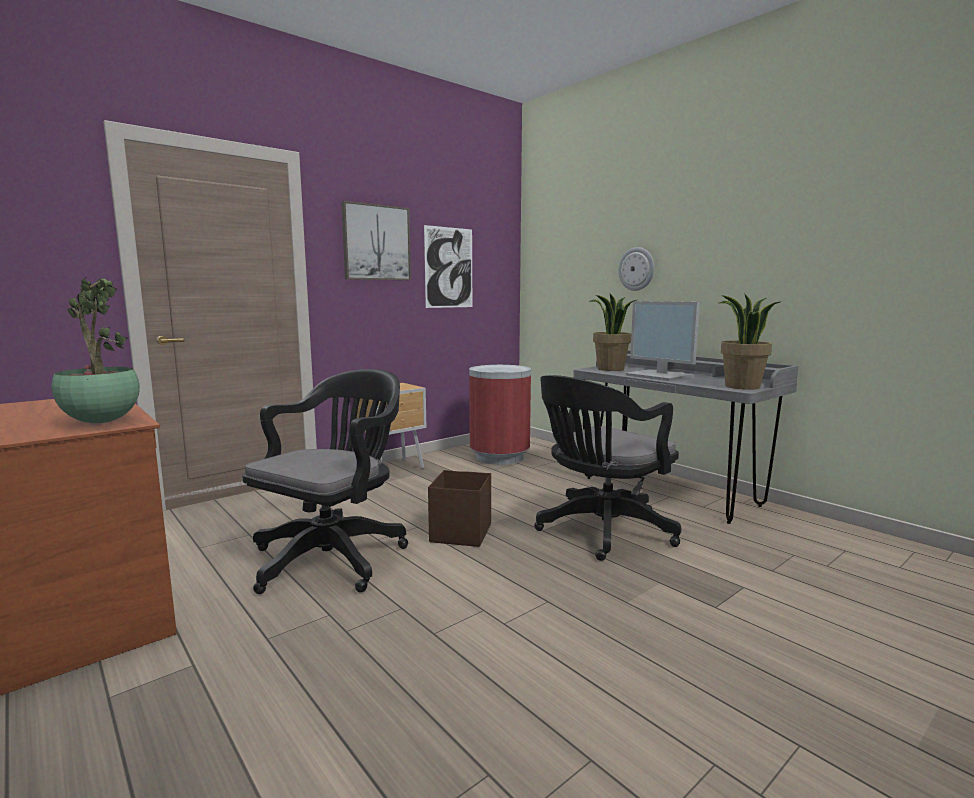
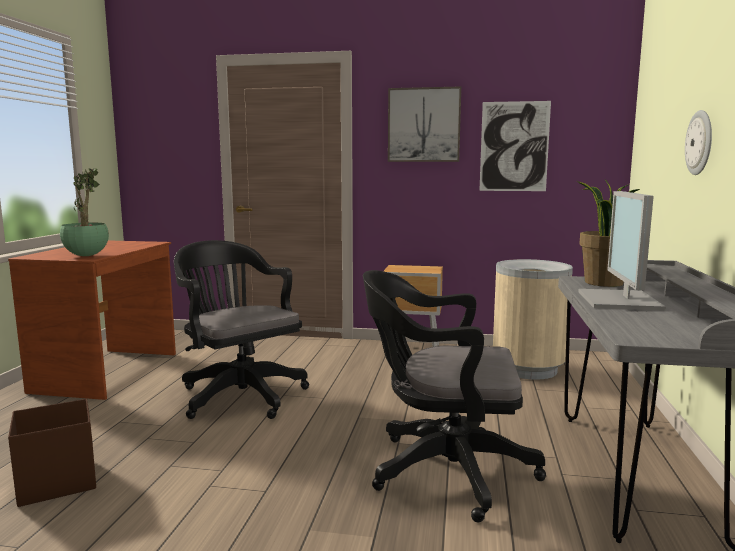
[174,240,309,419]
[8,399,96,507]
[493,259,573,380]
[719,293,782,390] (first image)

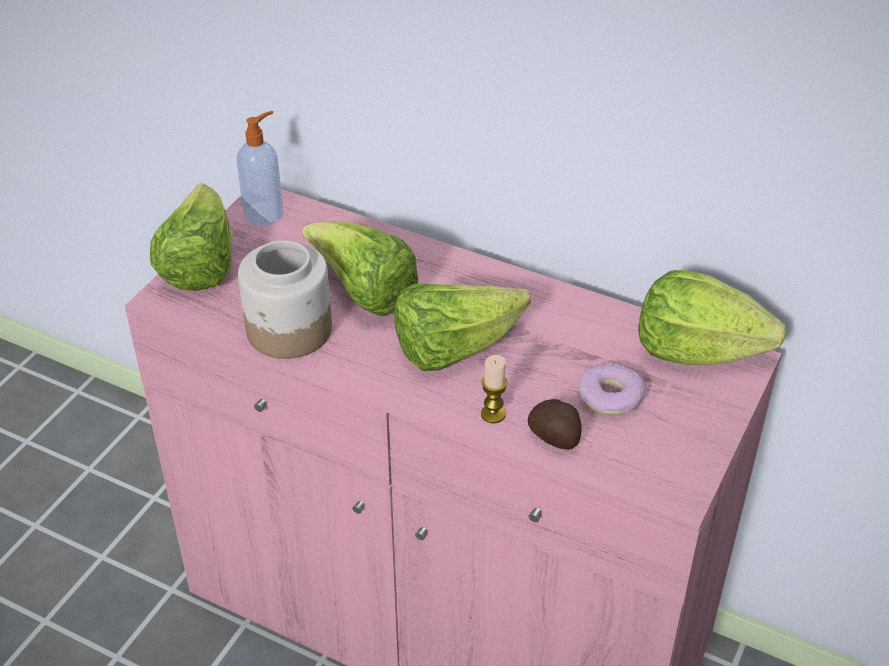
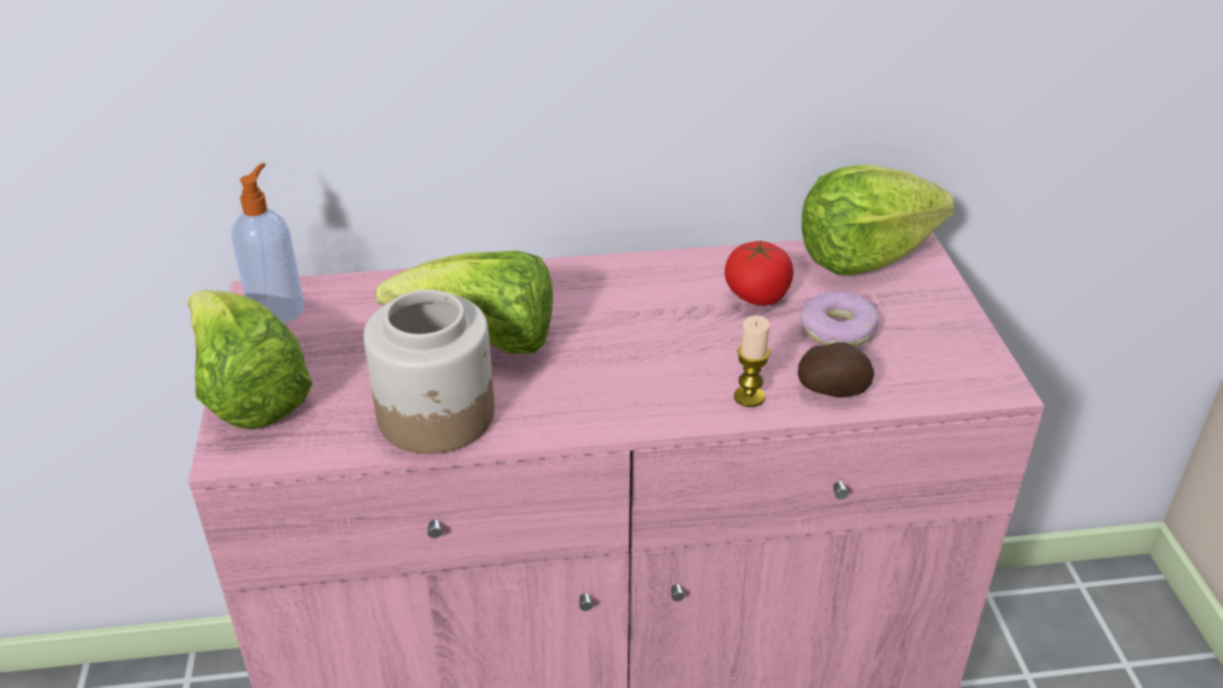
[394,284,531,371] (first image)
[725,240,794,306]

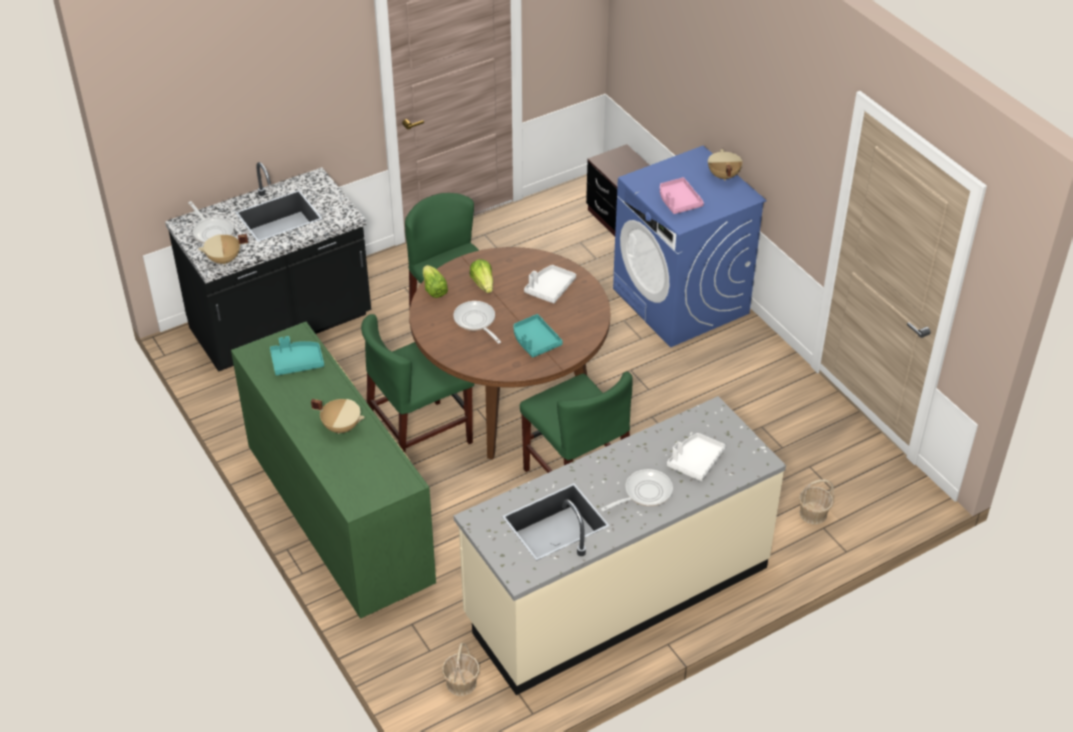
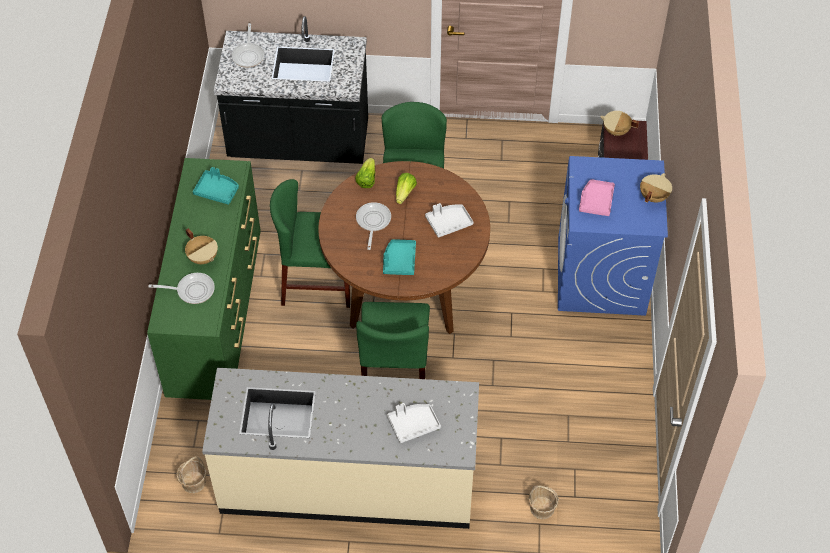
[600,111,639,136]
[148,273,215,304]

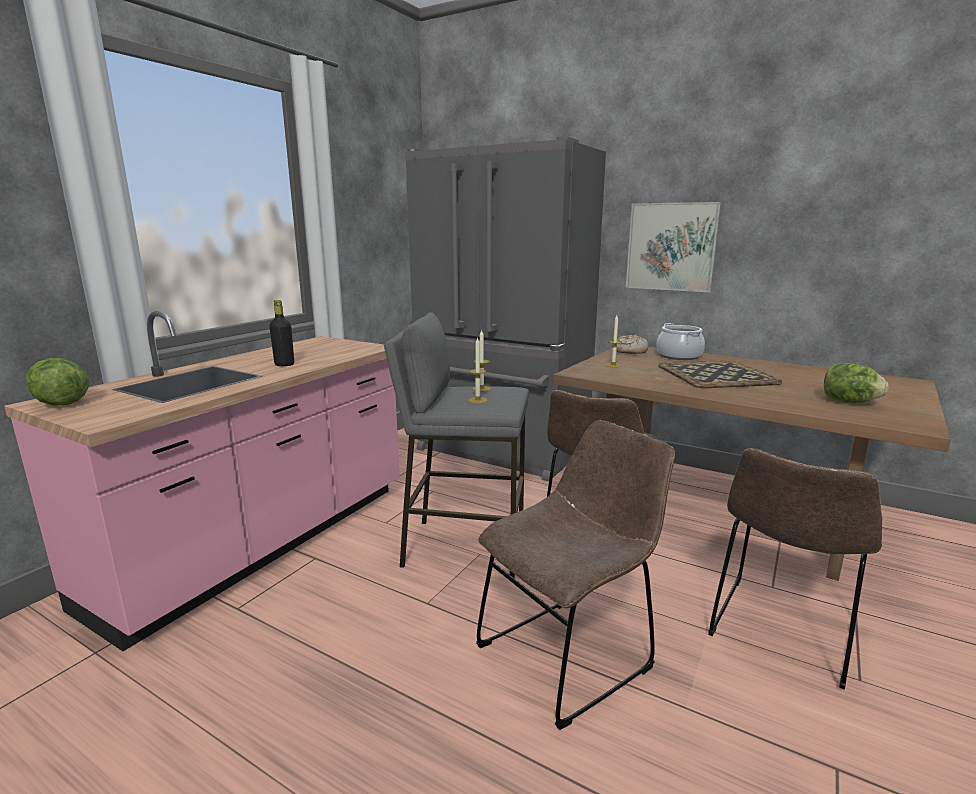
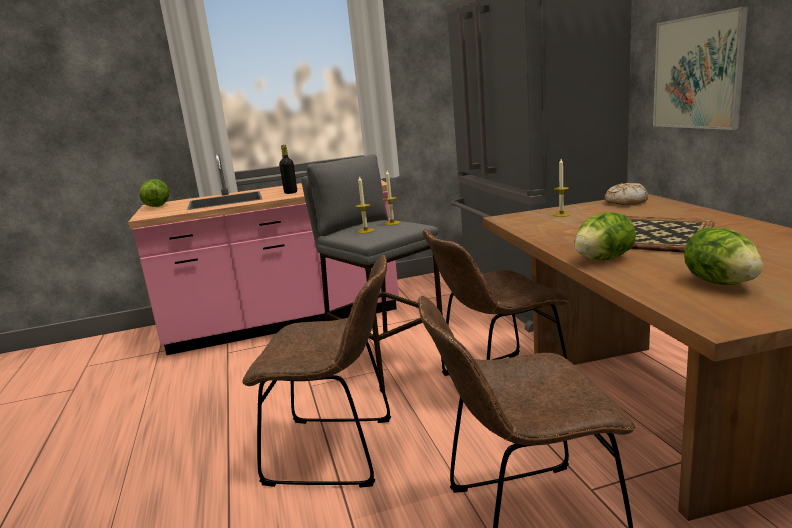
[656,323,705,360] (first image)
[574,212,636,260]

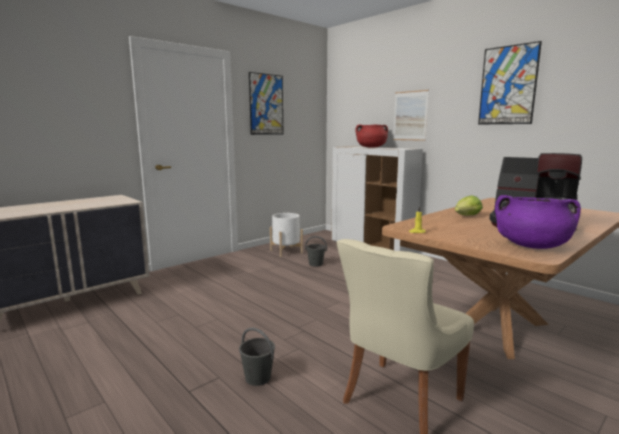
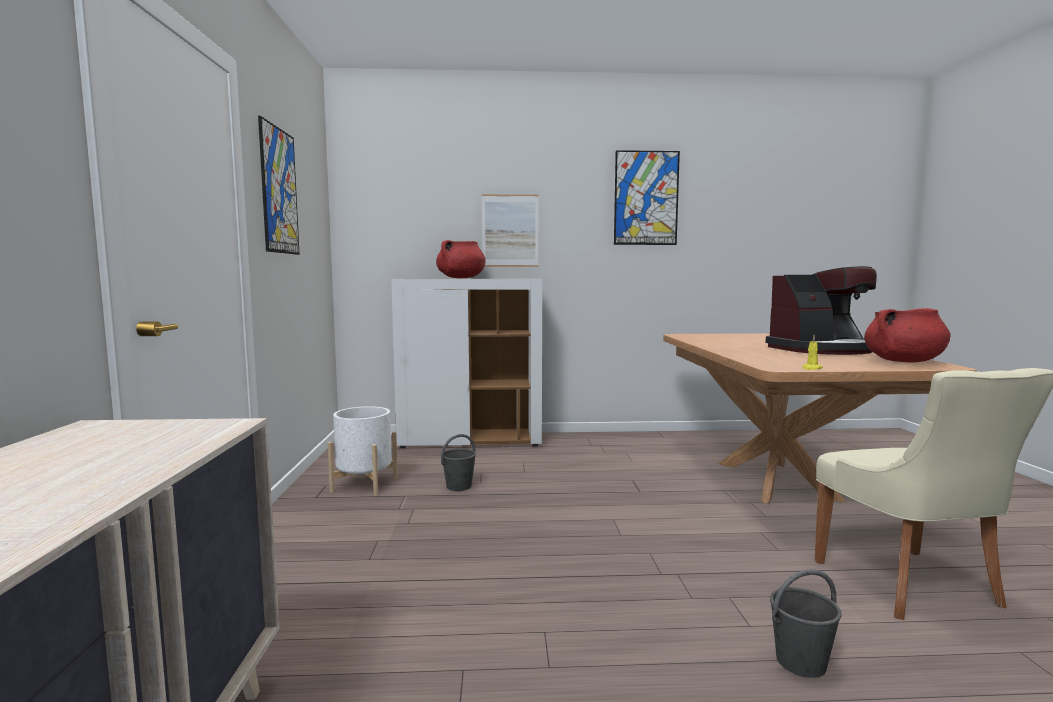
[454,195,483,216] (first image)
[864,308,950,362]

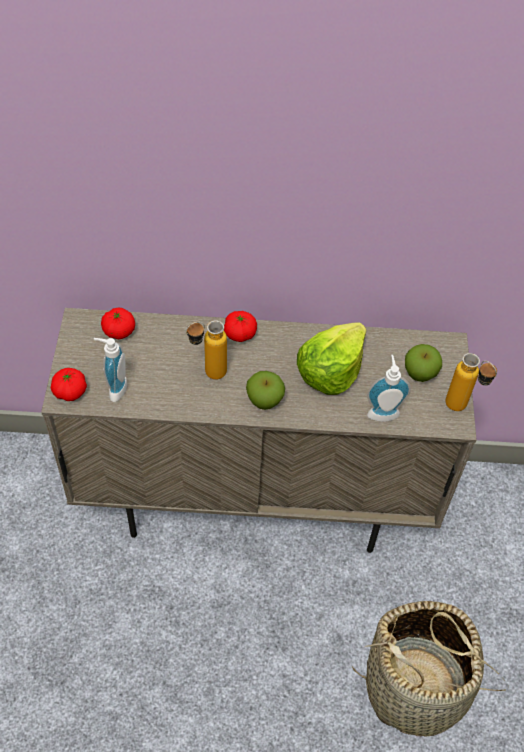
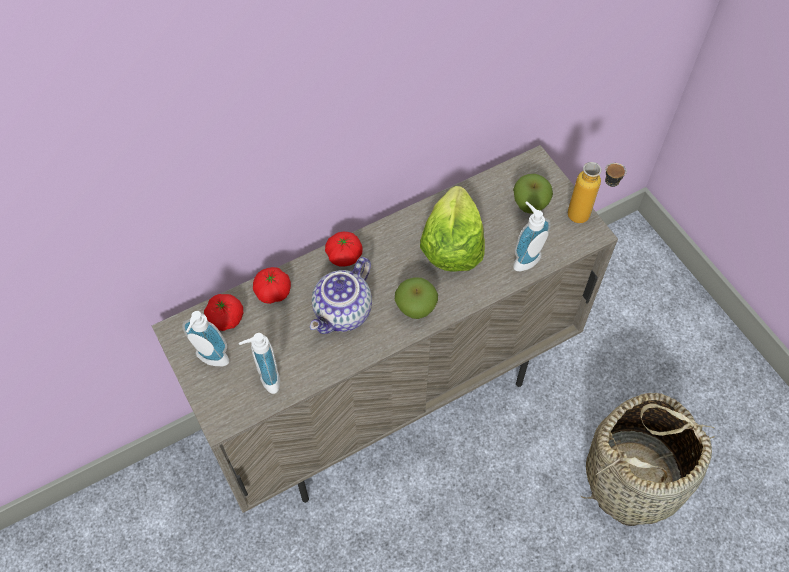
[253,267,291,304]
[310,257,372,334]
[182,311,229,366]

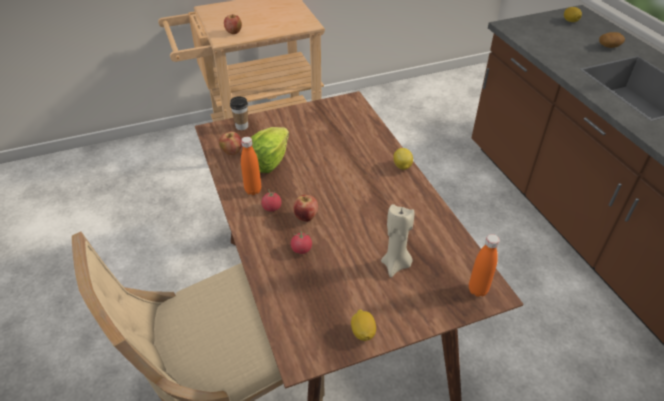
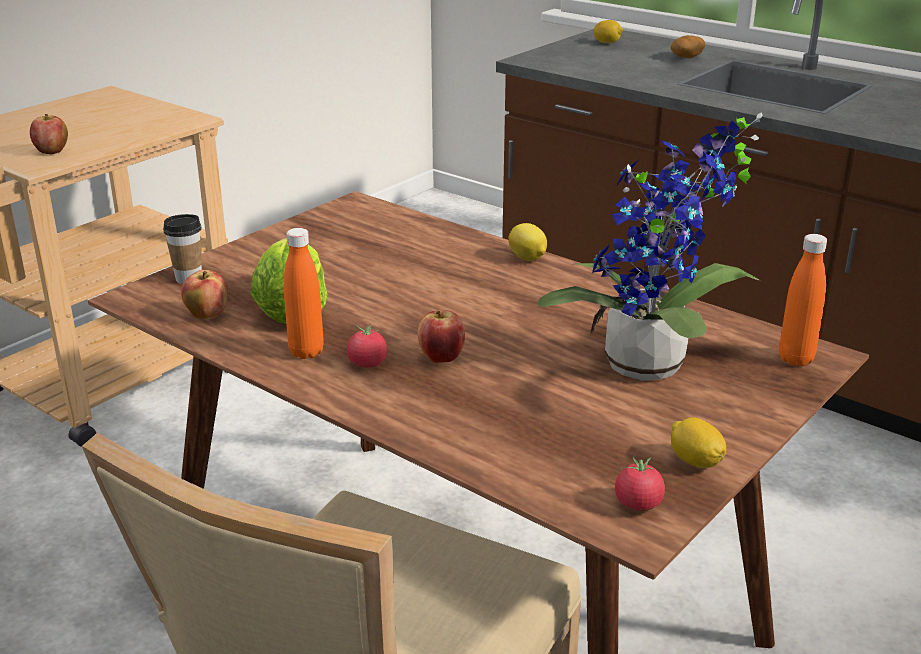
[615,456,665,511]
[538,112,763,381]

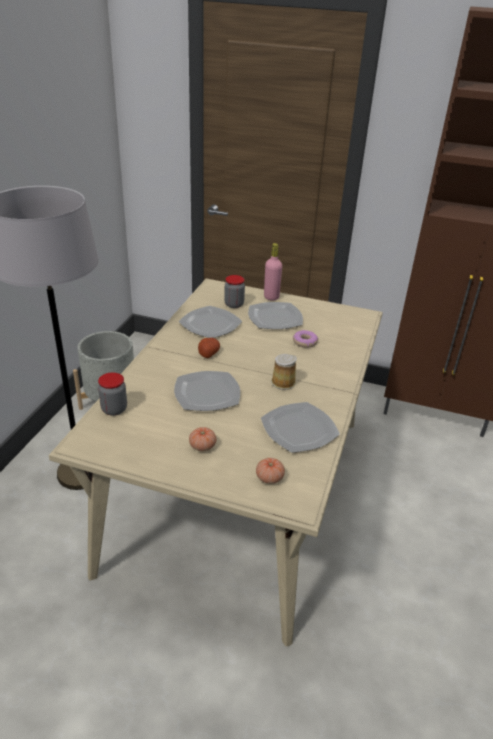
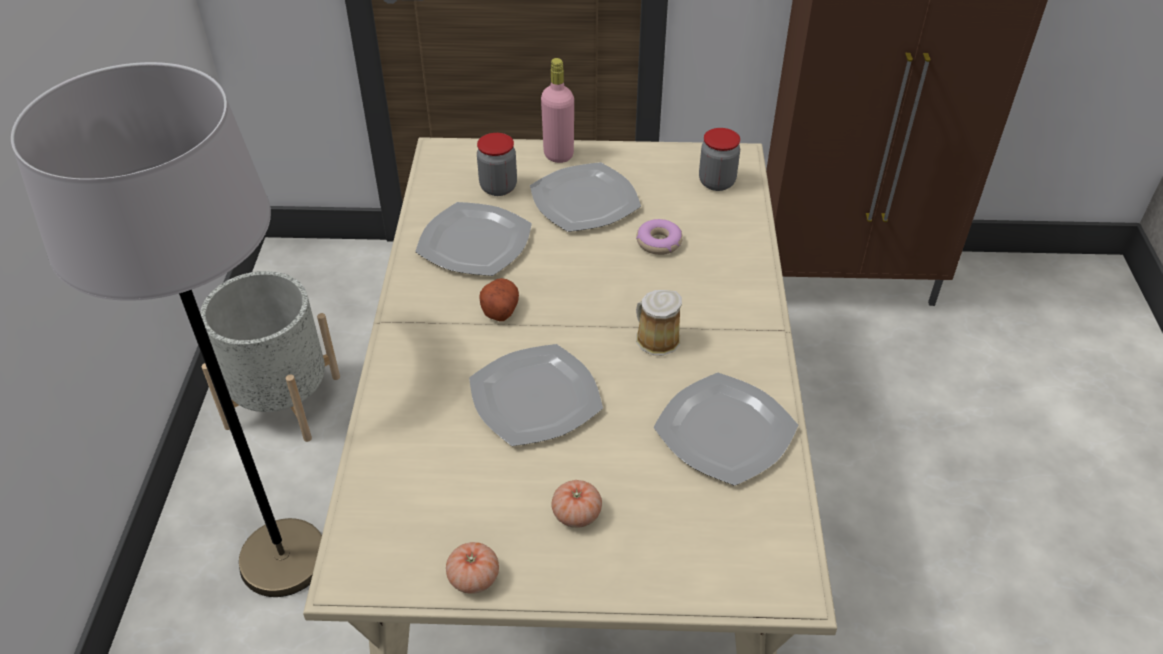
[699,128,740,191]
[446,542,499,594]

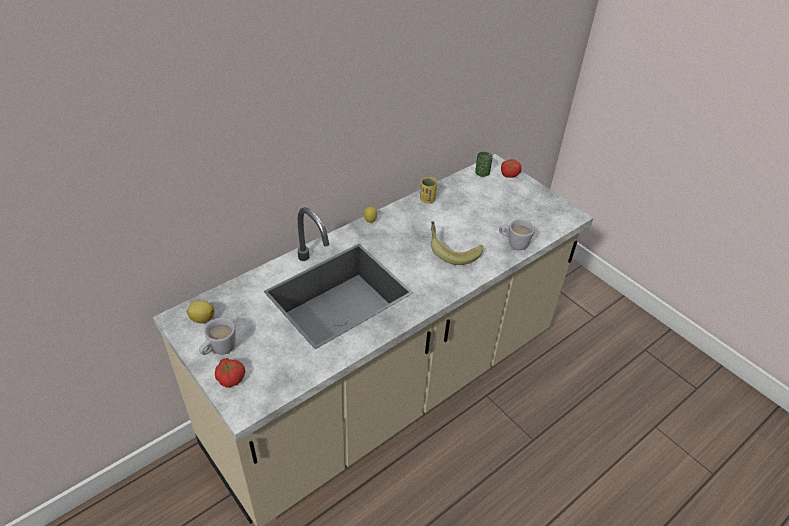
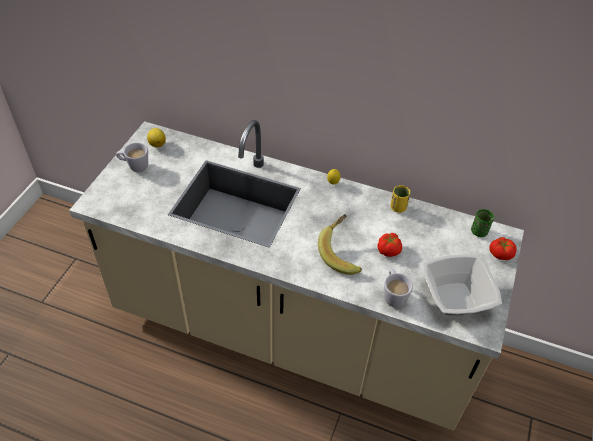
[378,233,402,257]
[423,254,502,316]

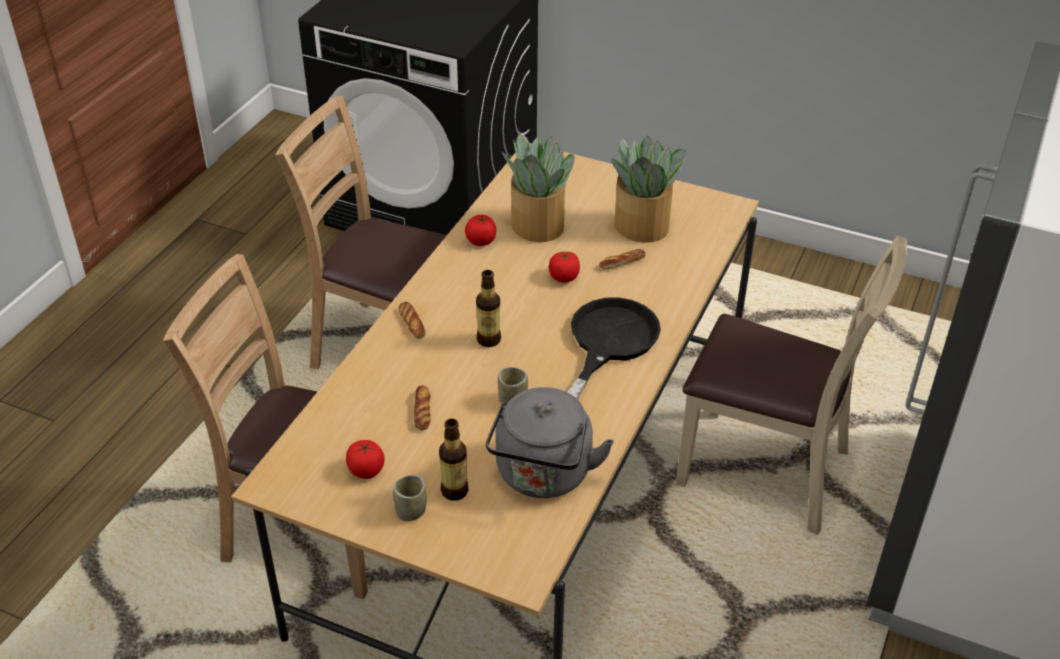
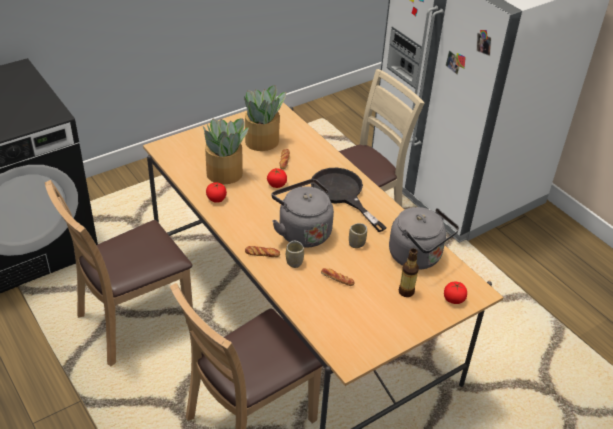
[444,282,467,304]
[286,241,304,268]
[272,179,334,247]

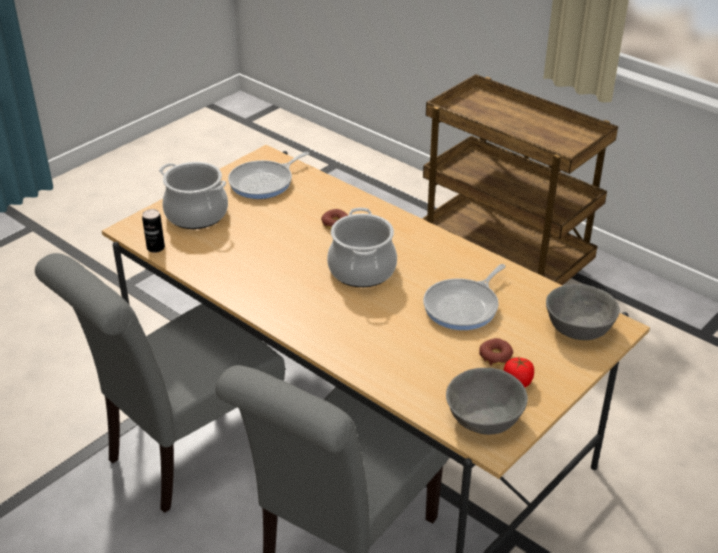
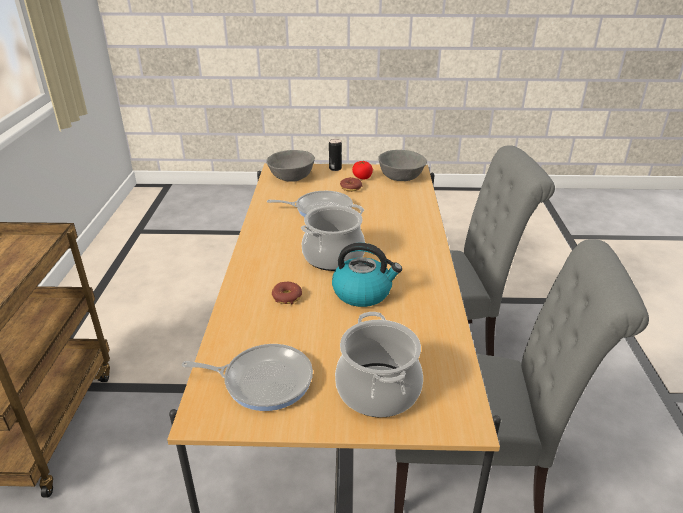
[329,139,342,171]
[332,243,402,307]

